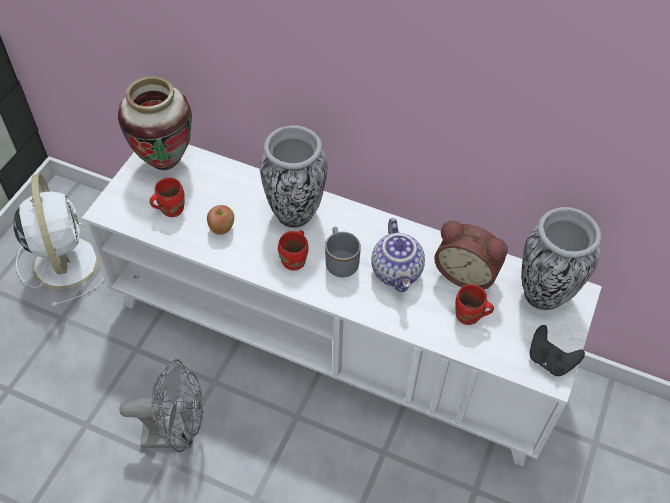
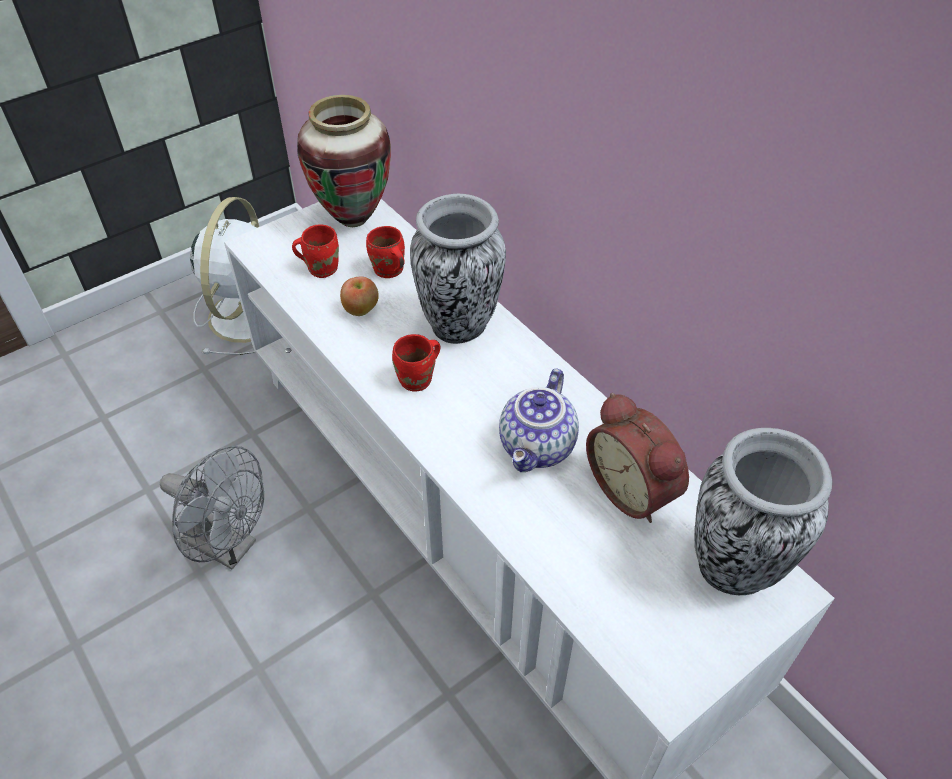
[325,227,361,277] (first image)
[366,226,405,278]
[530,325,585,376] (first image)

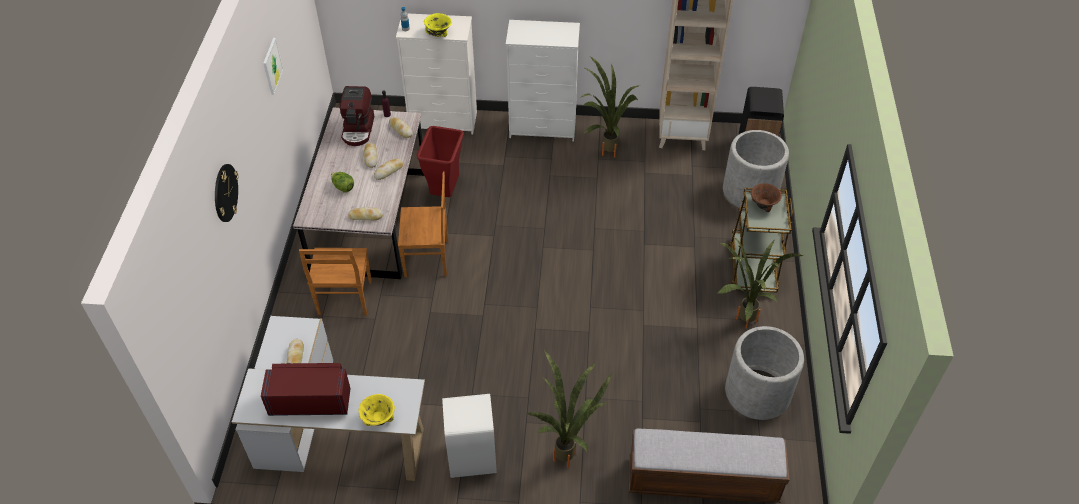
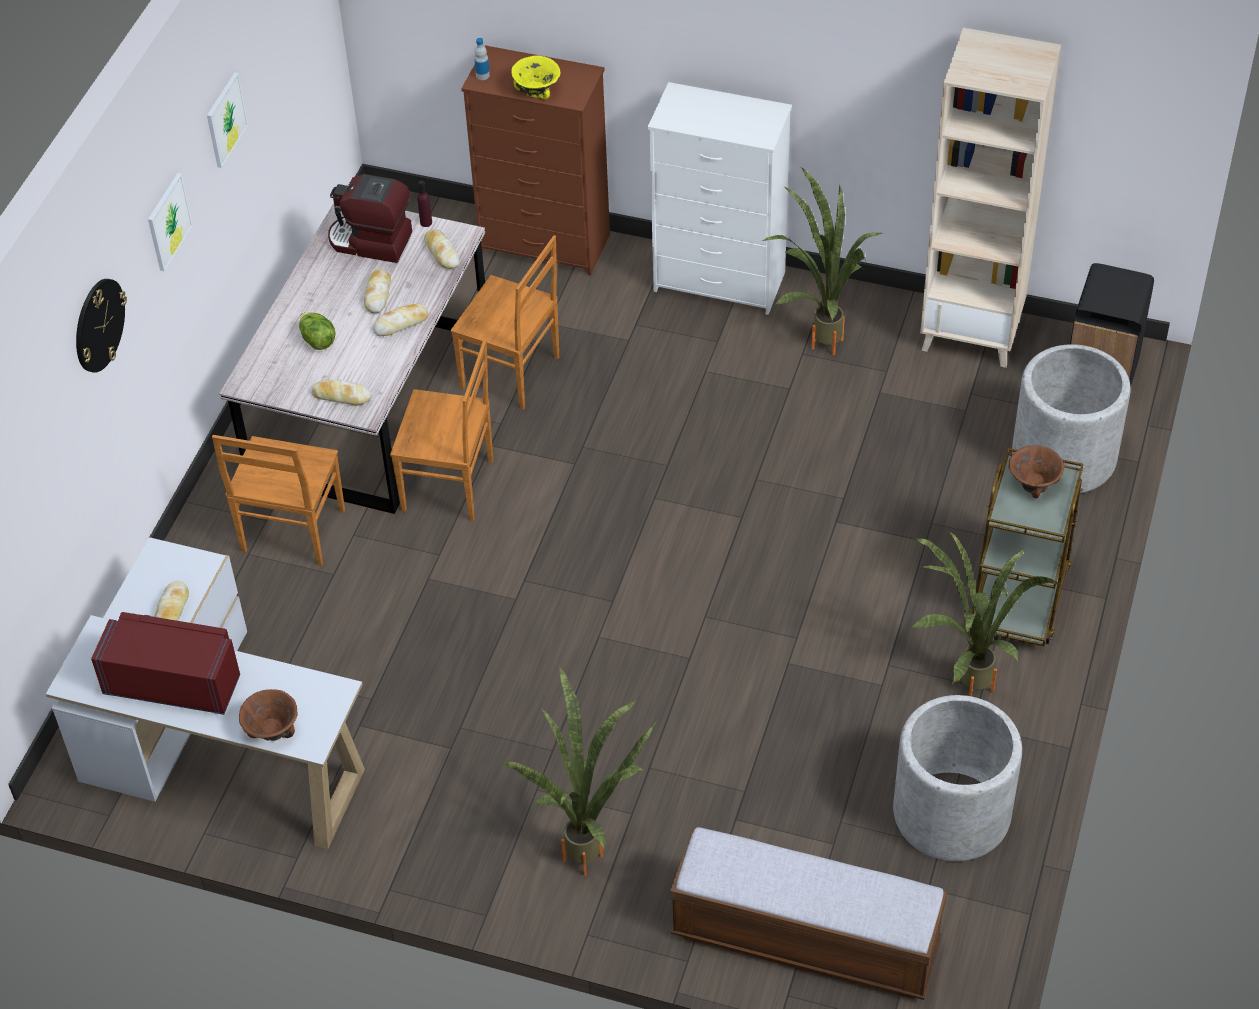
[328,174,412,263]
[239,689,298,741]
[461,45,610,276]
[451,235,559,410]
[442,394,497,478] (first image)
[148,173,193,271]

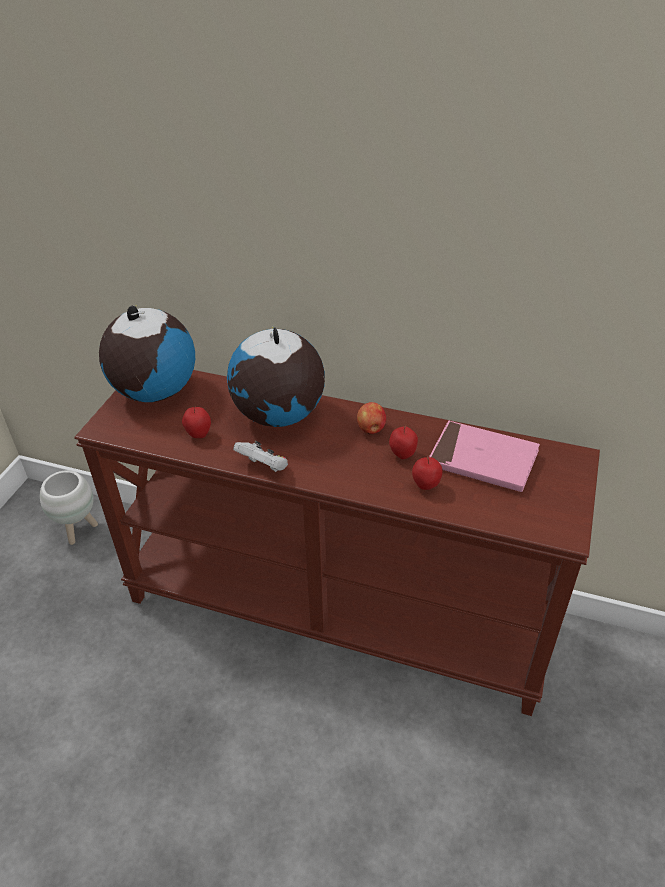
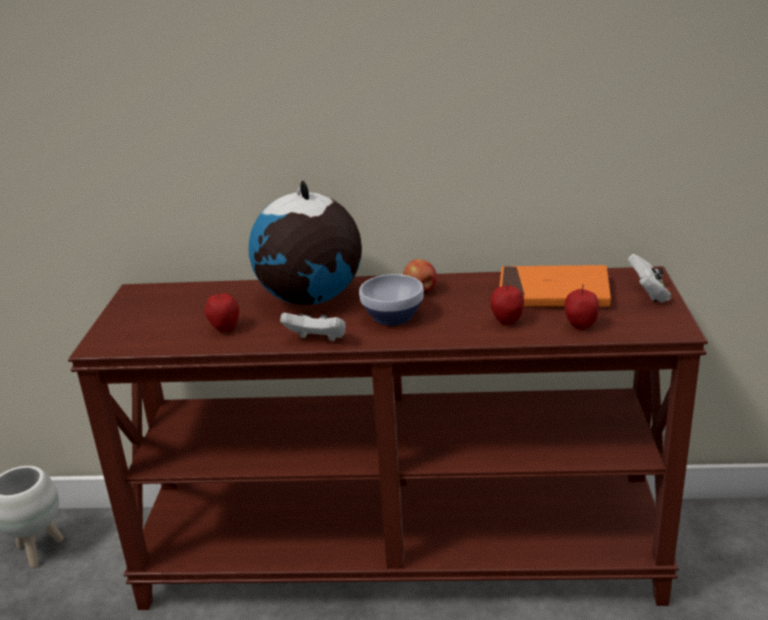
[99,305,195,402] (first image)
[565,285,599,330]
[499,265,611,307]
[359,274,424,326]
[628,254,671,302]

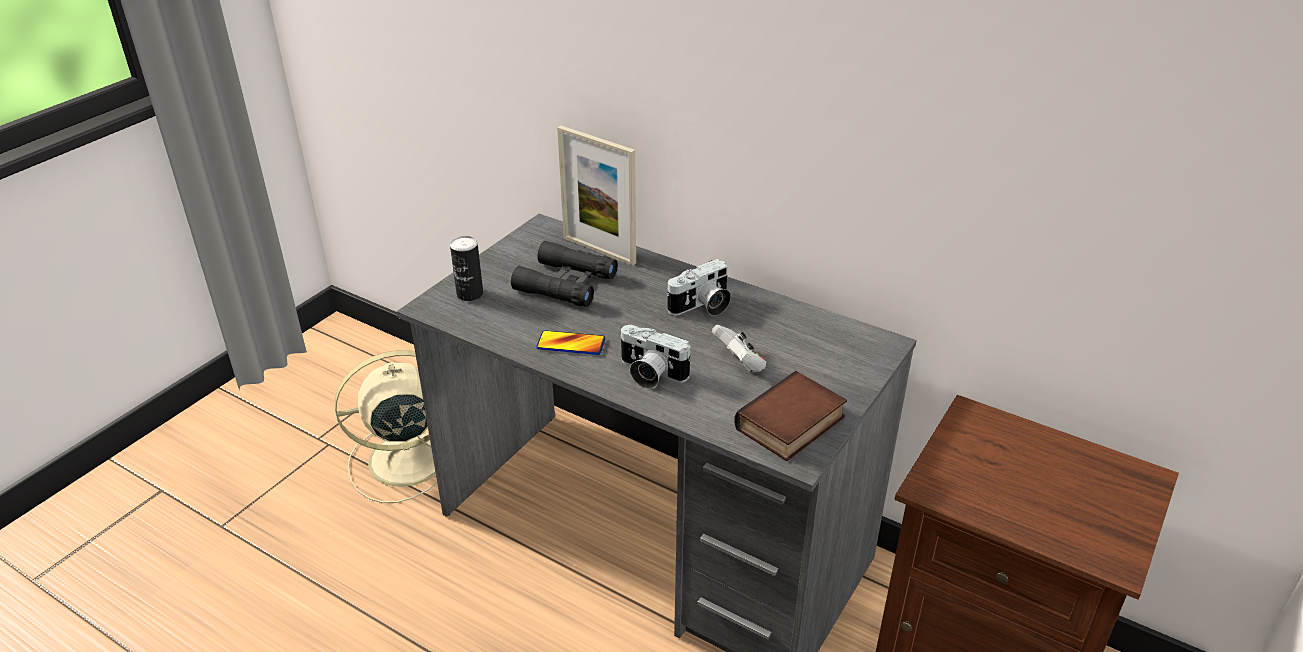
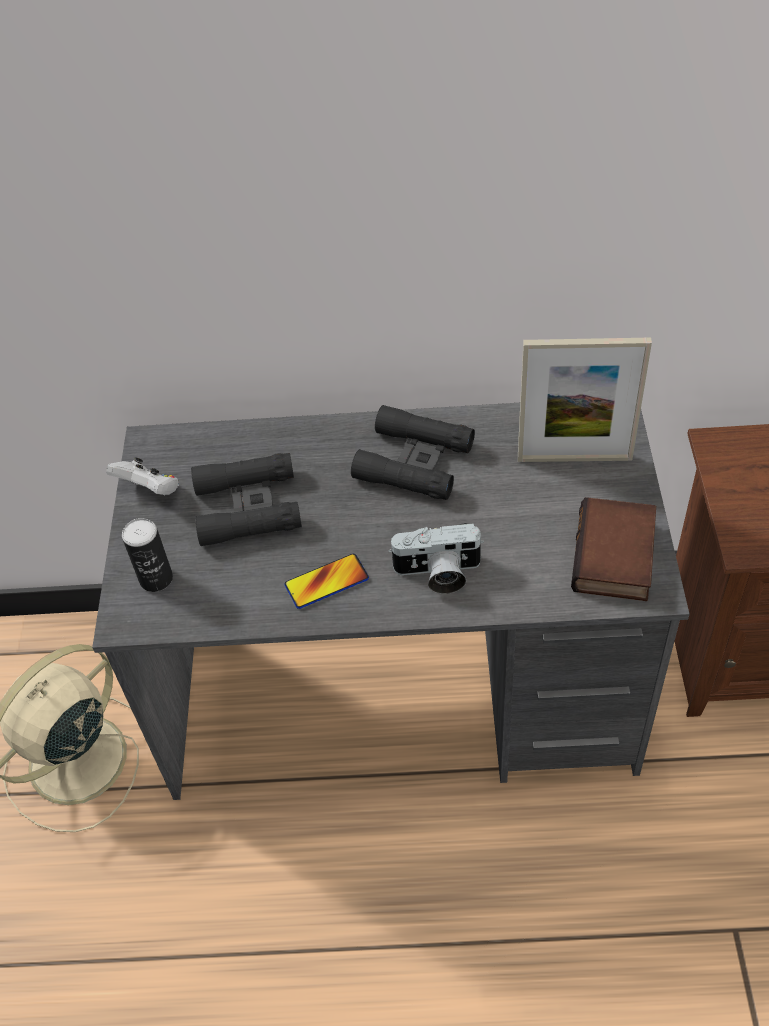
[518,338,652,462]
[351,405,475,500]
[106,457,179,496]

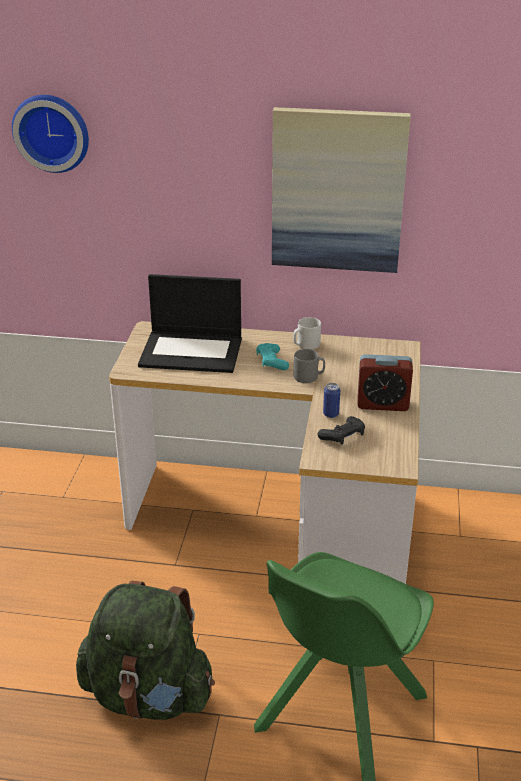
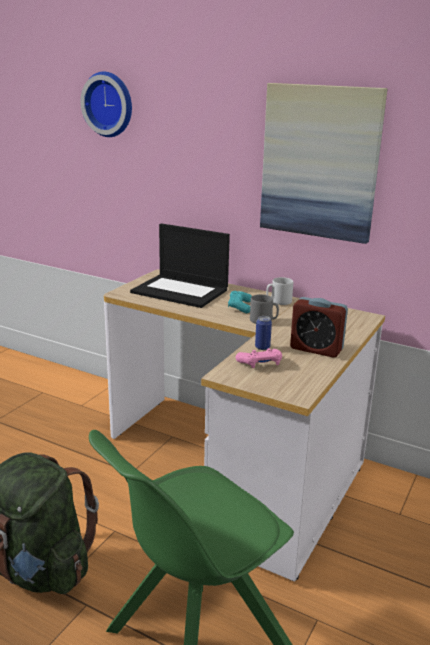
[236,348,282,368]

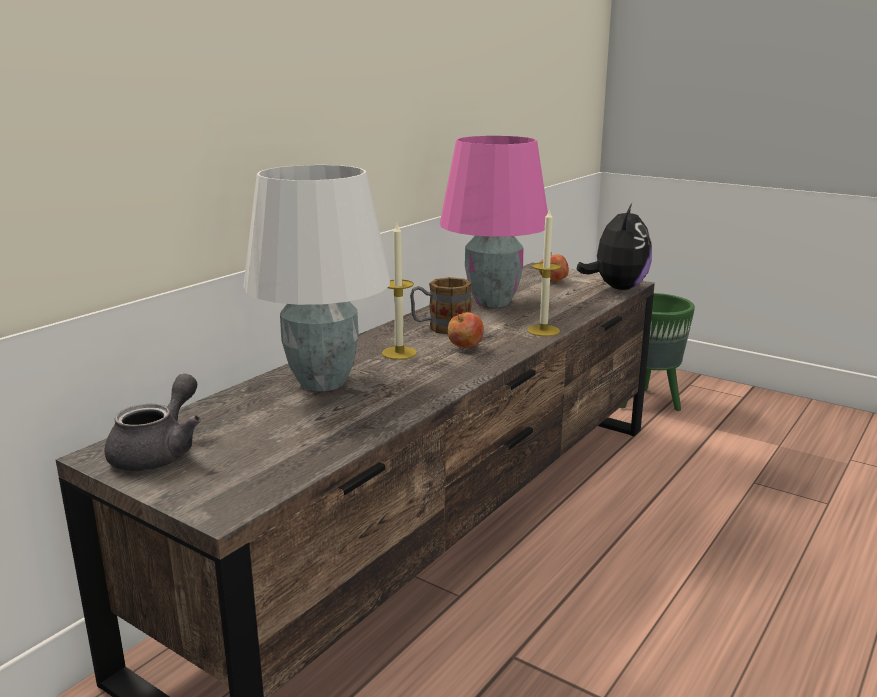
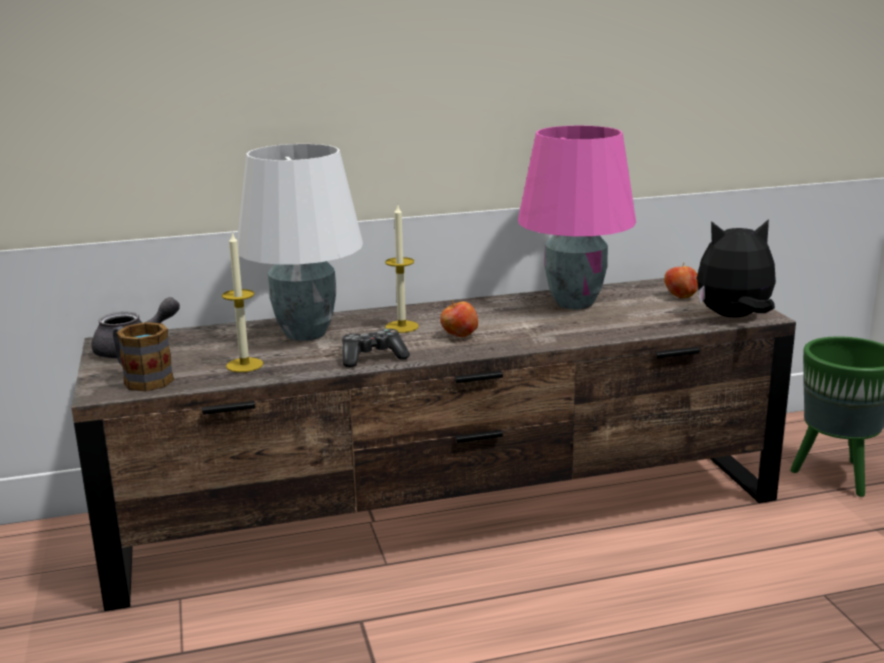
[113,322,174,391]
[222,232,263,372]
[697,219,776,317]
[342,329,410,368]

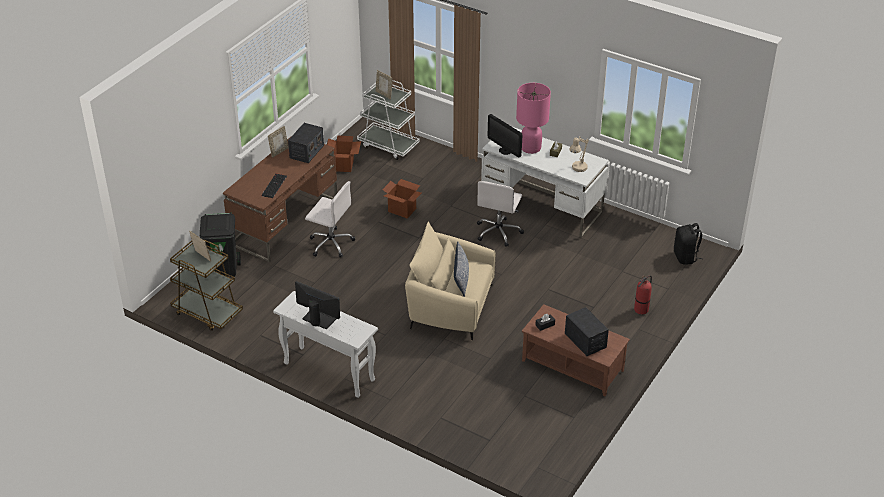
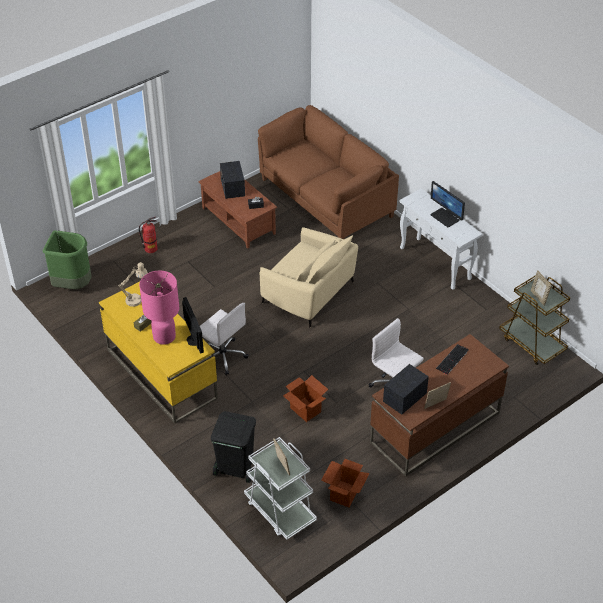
[211,411,256,483]
[454,241,469,297] (first image)
[200,303,248,375]
[99,282,218,424]
[43,230,92,289]
[258,105,399,239]

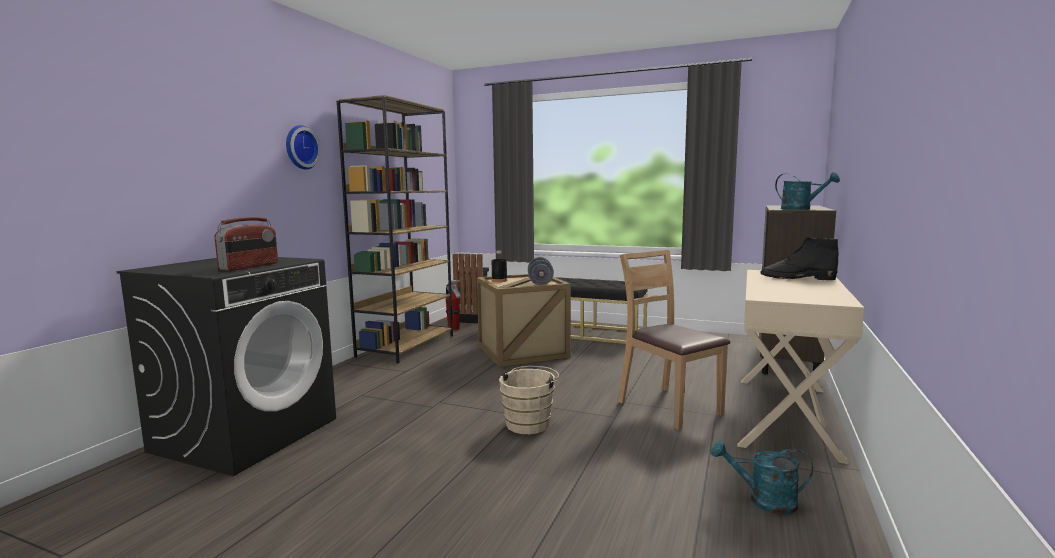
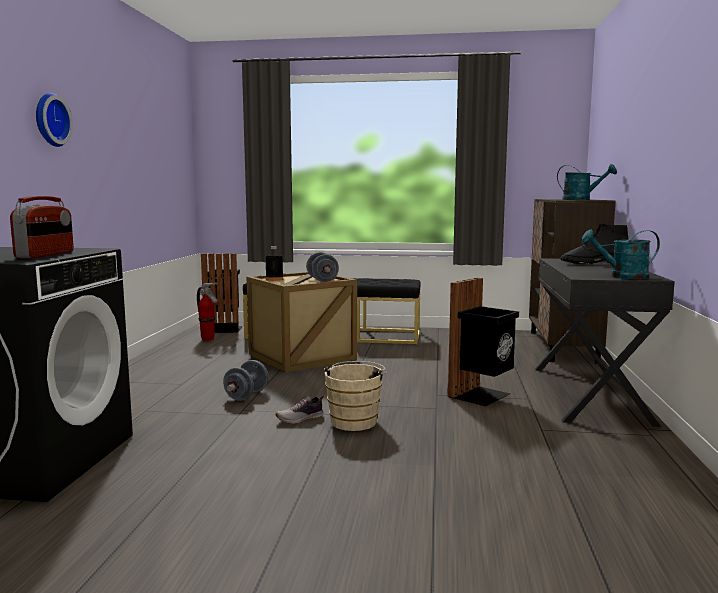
[337,95,453,364] (first image)
[447,278,519,406]
[582,230,660,279]
[535,258,675,427]
[223,360,269,401]
[276,395,324,424]

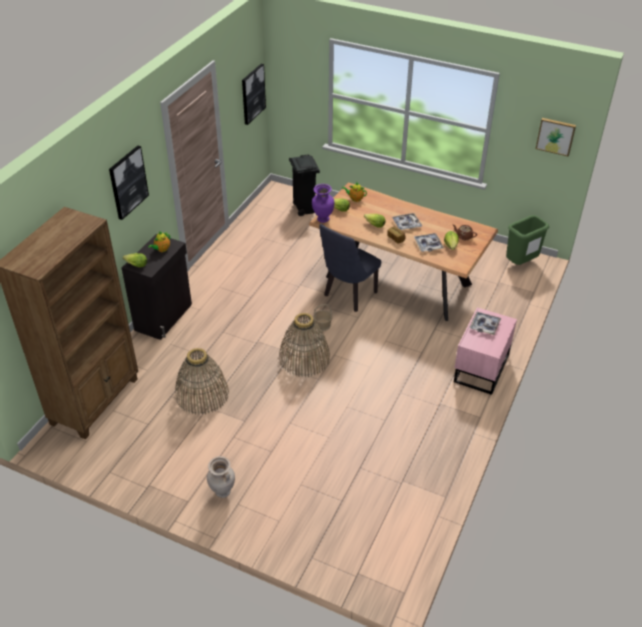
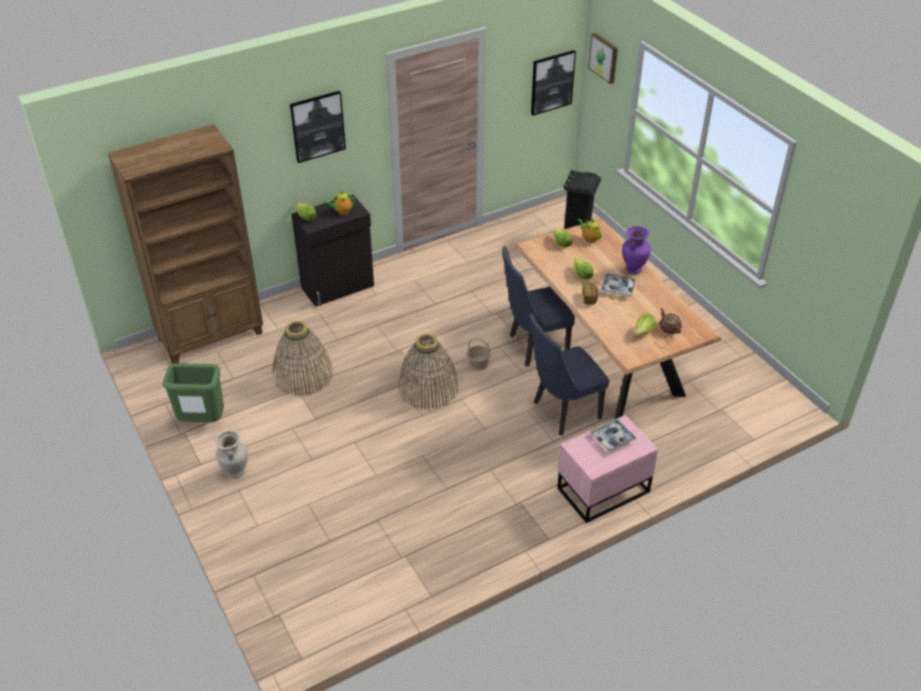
[622,226,651,274]
[414,233,444,252] (first image)
[163,363,224,422]
[588,33,618,84]
[529,313,609,436]

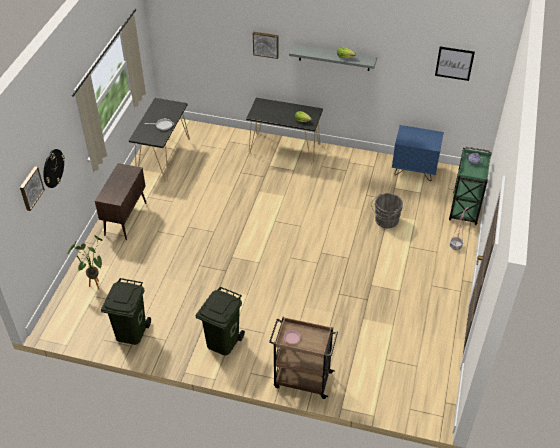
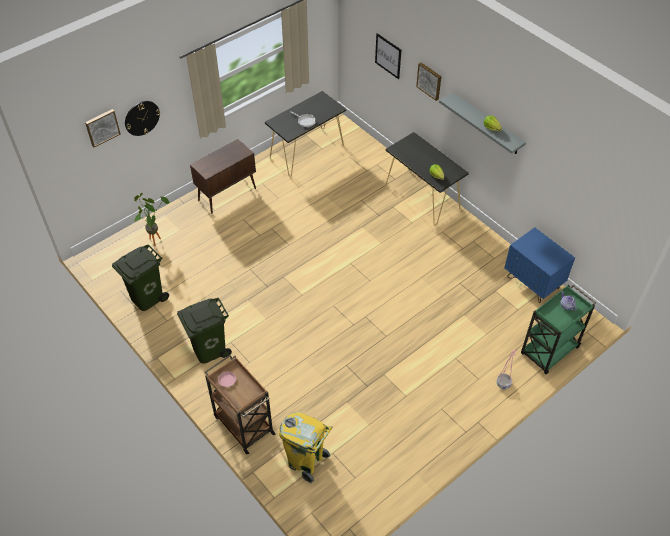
[371,193,403,228] (first image)
[375,33,401,79]
[279,412,333,483]

